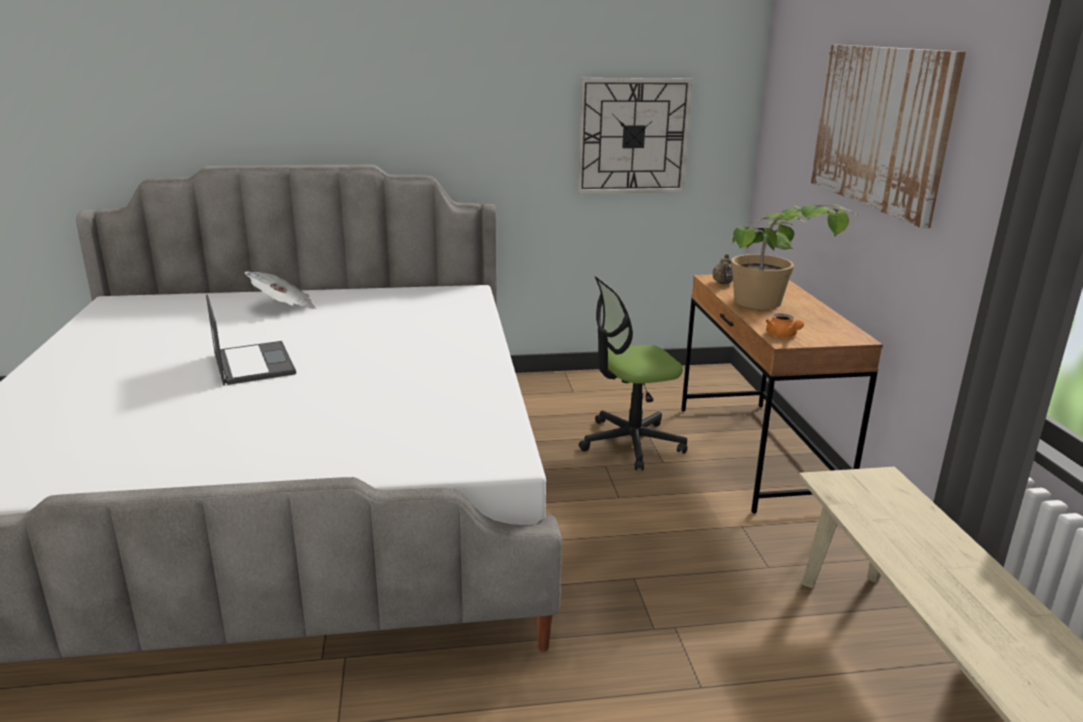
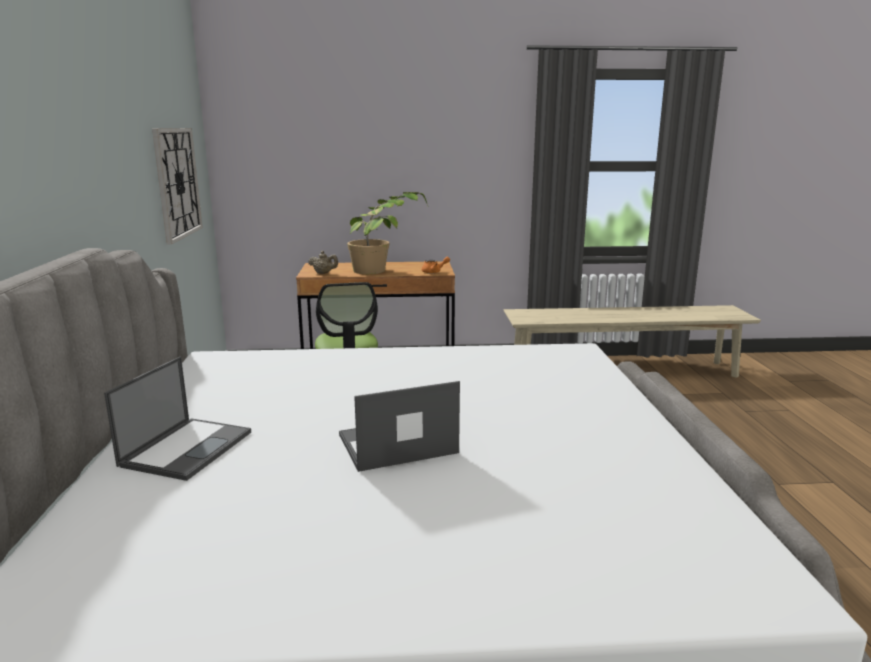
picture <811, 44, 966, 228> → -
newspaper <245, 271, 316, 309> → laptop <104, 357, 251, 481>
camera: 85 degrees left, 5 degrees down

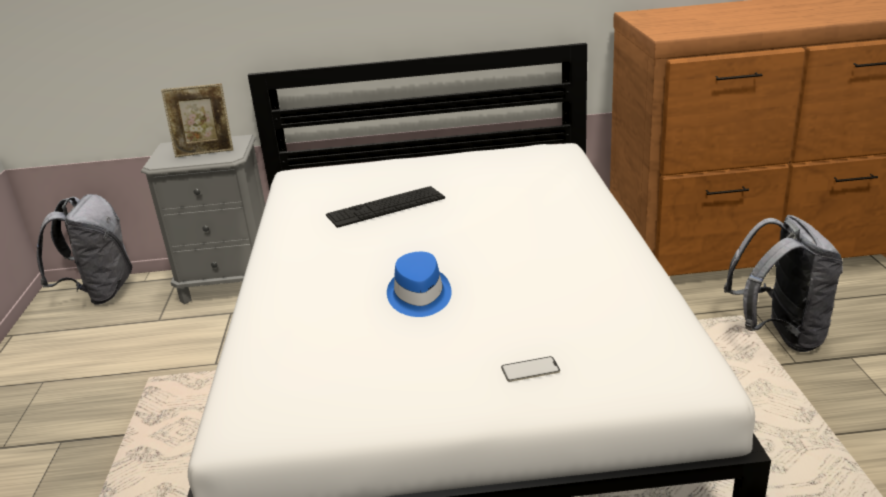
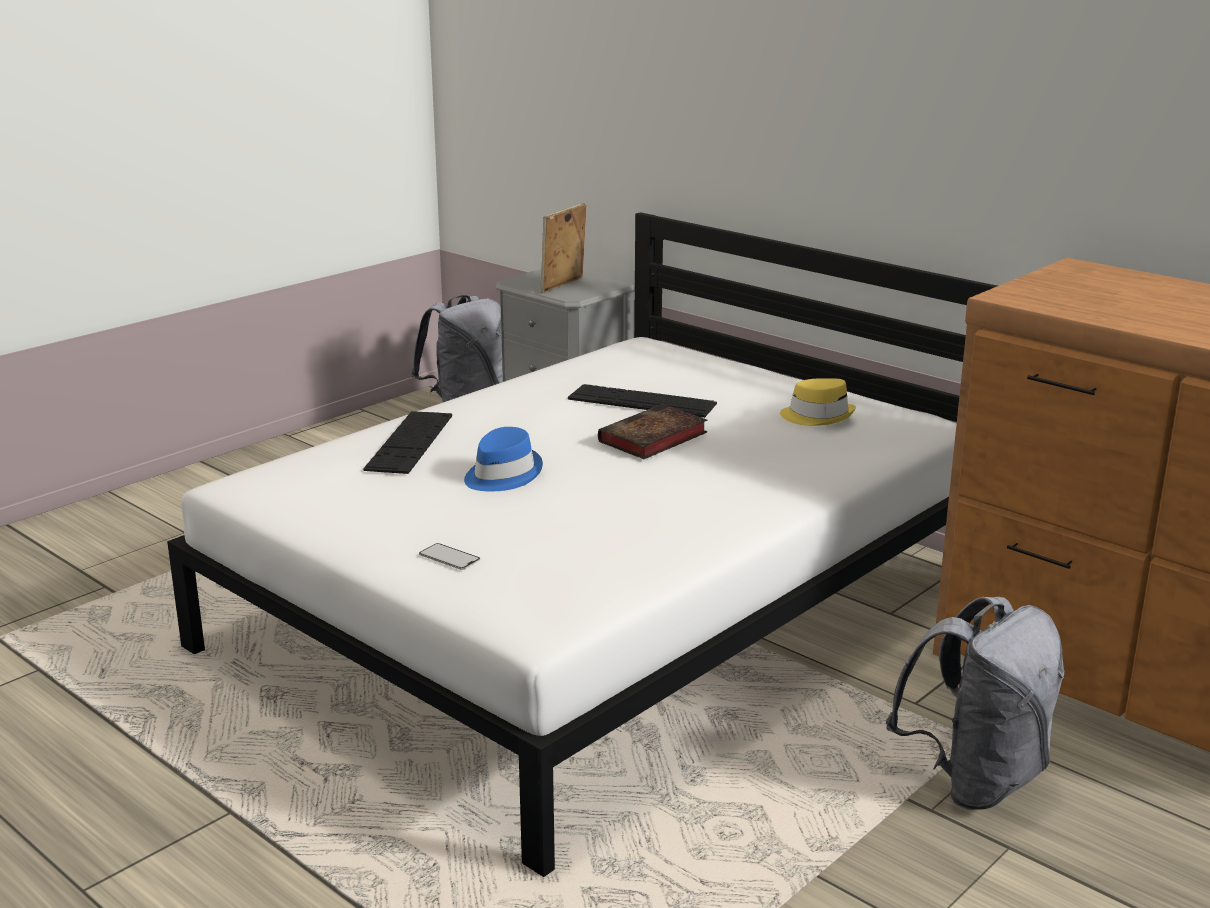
- → keyboard <363, 411, 452, 474>
- → book <598, 404, 707, 459>
- → yellow hat <780, 378, 856, 426>
picture frame <161, 84, 233, 158> → picture frame <540, 202, 587, 293>, 90 degrees clockwise
camera: 45 degrees right, 5 degrees down

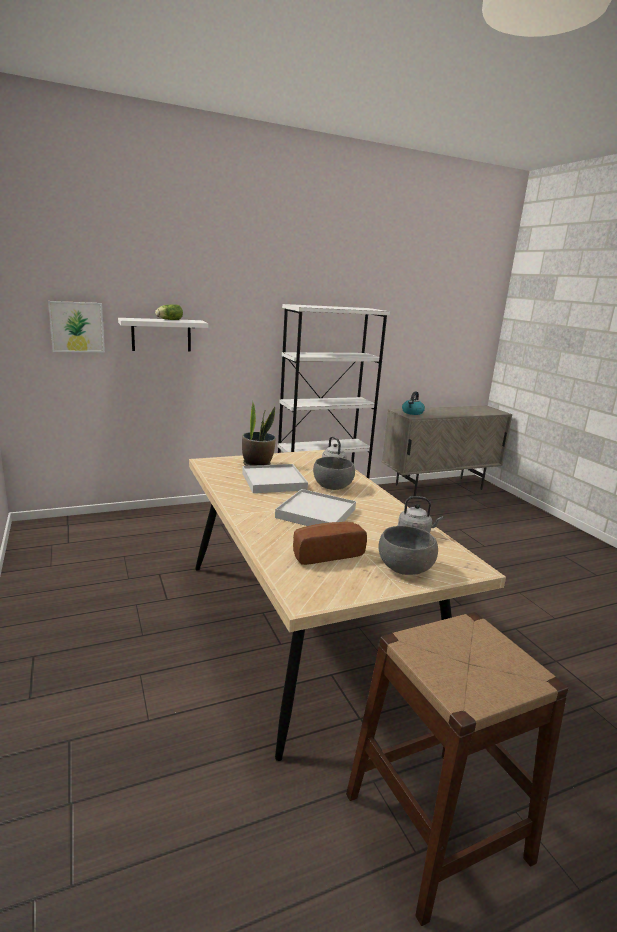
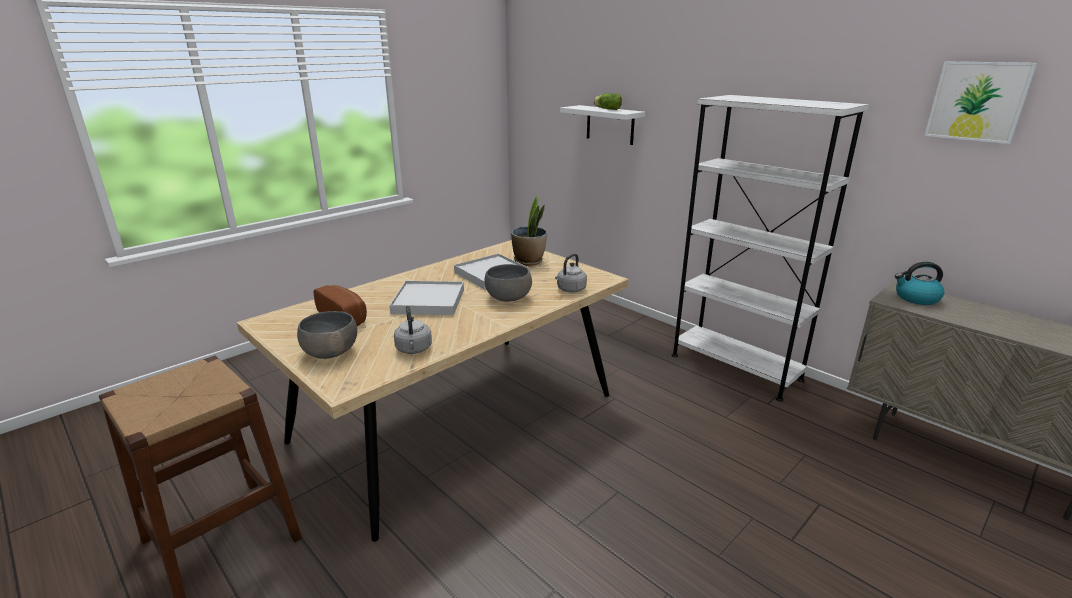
picture <48, 301, 105, 352> → picture <924, 61, 1037, 144>, move
camera: 70 degrees right, 5 degrees up

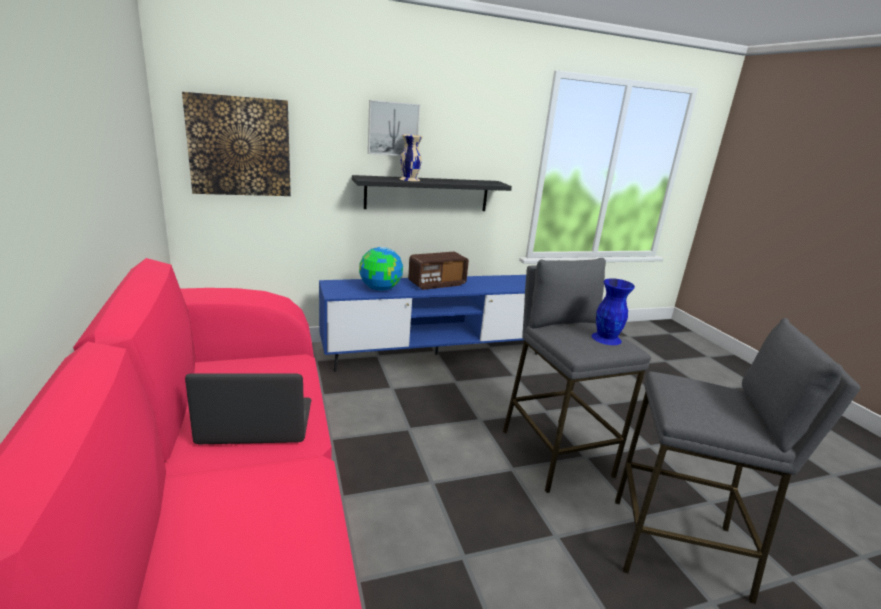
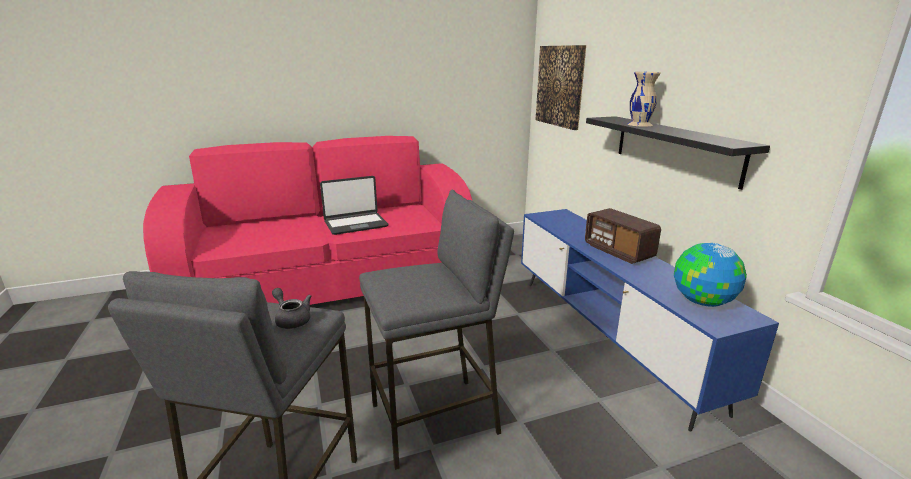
picture <368, 100, 420, 156> → -
blue vase <592, 278, 635, 345> → -
- → grey teapot <272, 288, 311, 329>
globe <359, 247, 403, 291> → globe <674, 243, 747, 307>, move
laptop <185, 373, 311, 444> → laptop <320, 176, 388, 235>, 75 degrees clockwise
camera: 90 degrees right, 0 degrees up

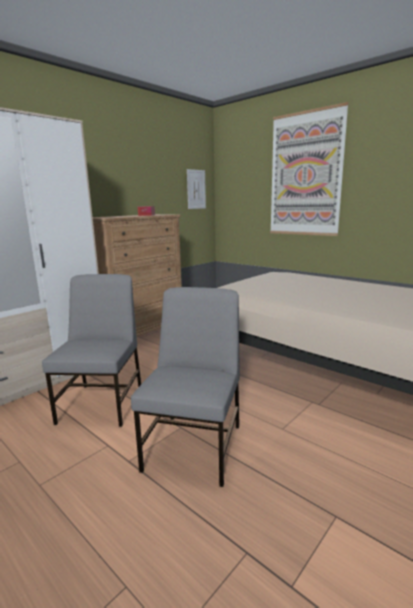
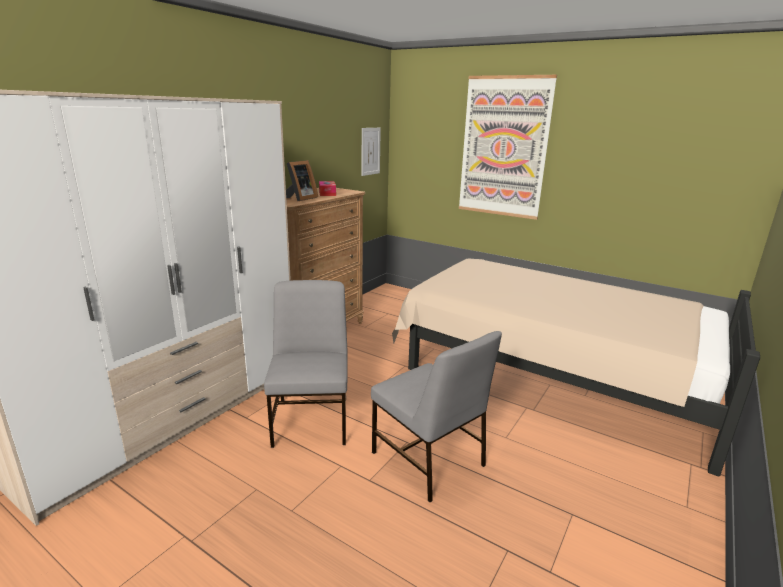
- → picture frame <286, 160, 318, 201>
grey chair <131, 287, 240, 487> → grey chair <371, 331, 502, 502>, 135 degrees clockwise
camera: 10 degrees left, 5 degrees up

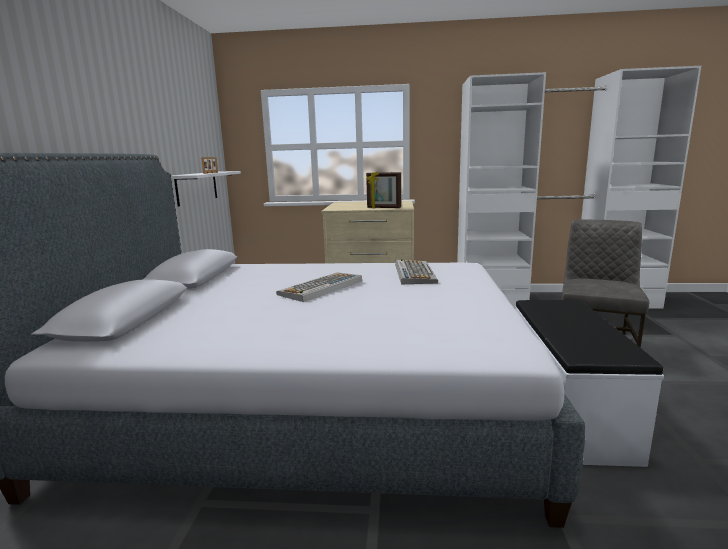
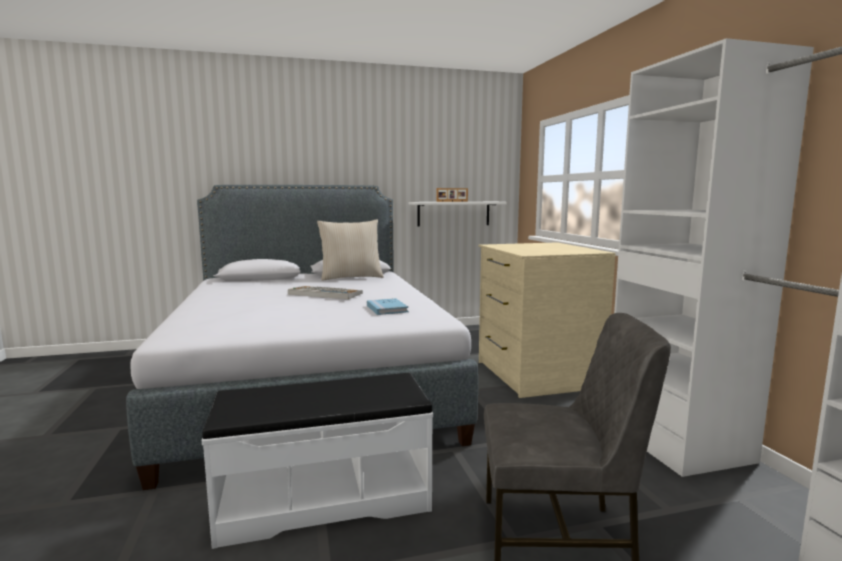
picture frame <366, 171, 401, 208> → -
- → beige pillow <317, 219, 384, 281>
keyboard <395, 260, 438, 284> → blue book <367, 298, 408, 315>
camera: 70 degrees right, 5 degrees down

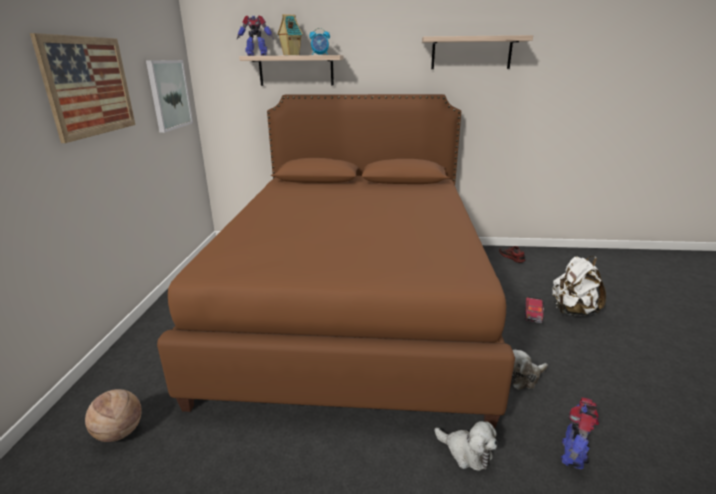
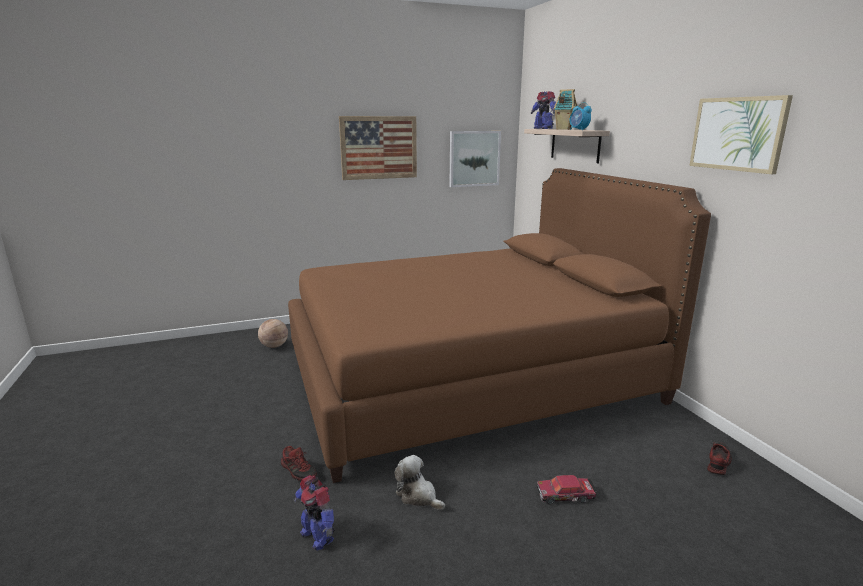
white backpack <552, 256, 606, 316> → -
shelf <422, 35, 533, 69> → picture <689, 95, 793, 174>
plush toy <435, 421, 497, 471> → shoe <281, 446, 317, 481>
toy robot <561, 397, 599, 469> → toy robot <294, 475, 335, 551>, 135 degrees counterclockwise
camera: 65 degrees right, 5 degrees down

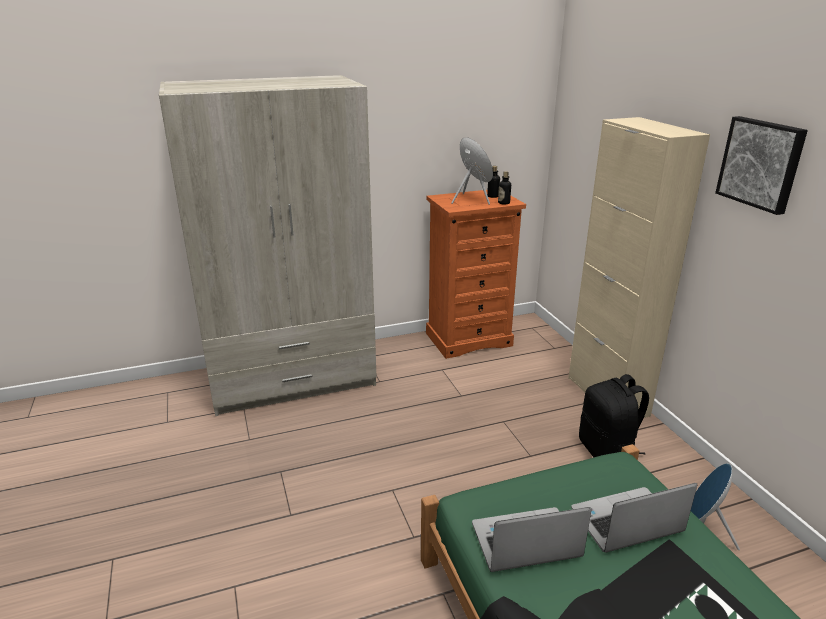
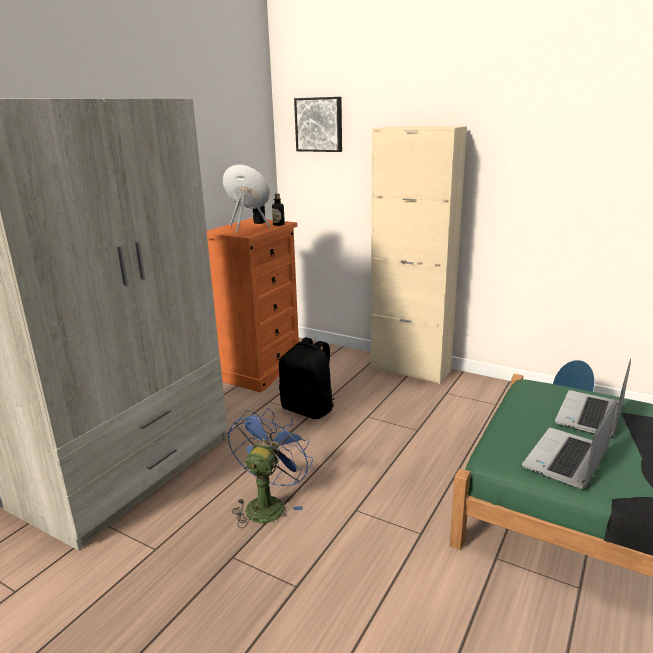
- → blue fan <228, 408, 313, 528>
black backpack <579, 374, 649, 457> → black backpack <279, 337, 335, 419>, move
picture <715, 116, 808, 215> → picture <294, 97, 342, 152>, move
camera: 40 degrees left, 5 degrees down

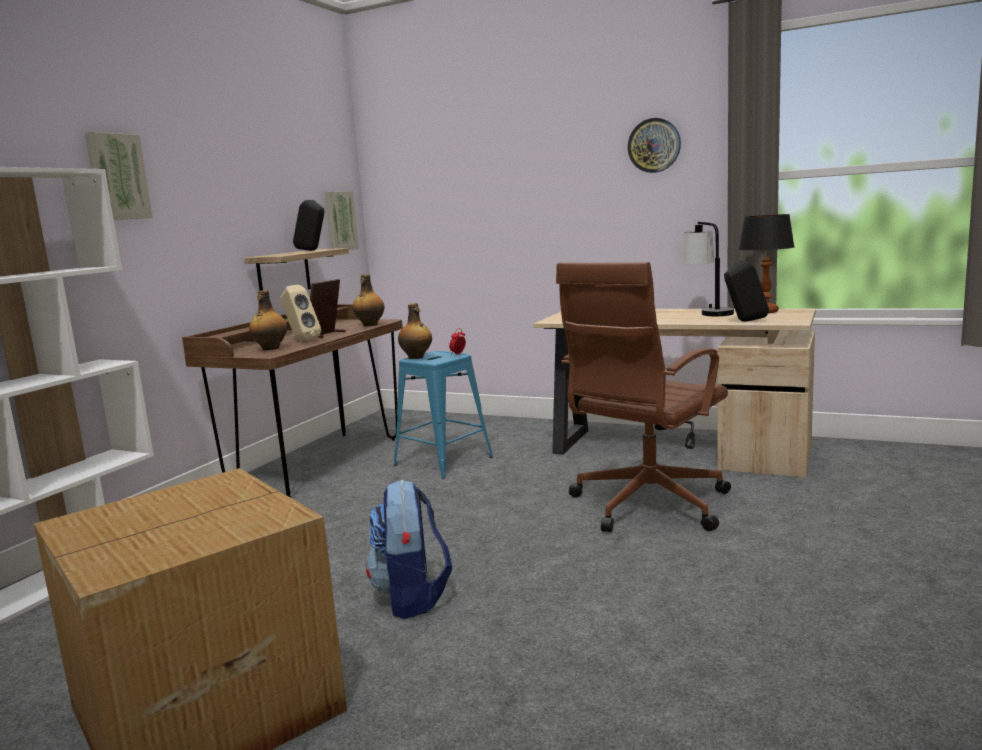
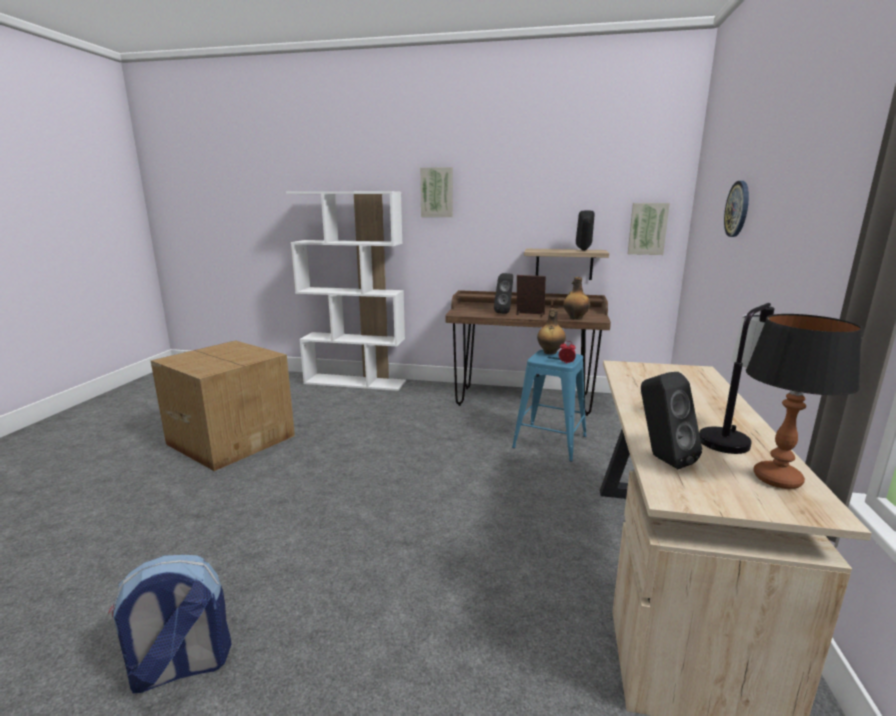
bottle <249, 290, 287, 350> → -
brown office chair <556, 262, 731, 532> → -
backpack <366, 479, 452, 619> → backpack <108, 555, 232, 693>, move
wall clock <628, 118, 681, 173> → wall clock <724, 181, 749, 237>, move
beige speaker <280, 285, 321, 341> → black speaker <494, 273, 513, 314>
camera: 75 degrees right, 5 degrees up

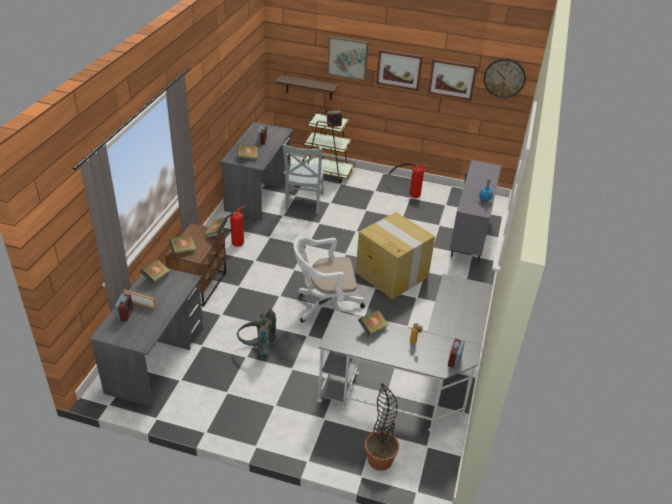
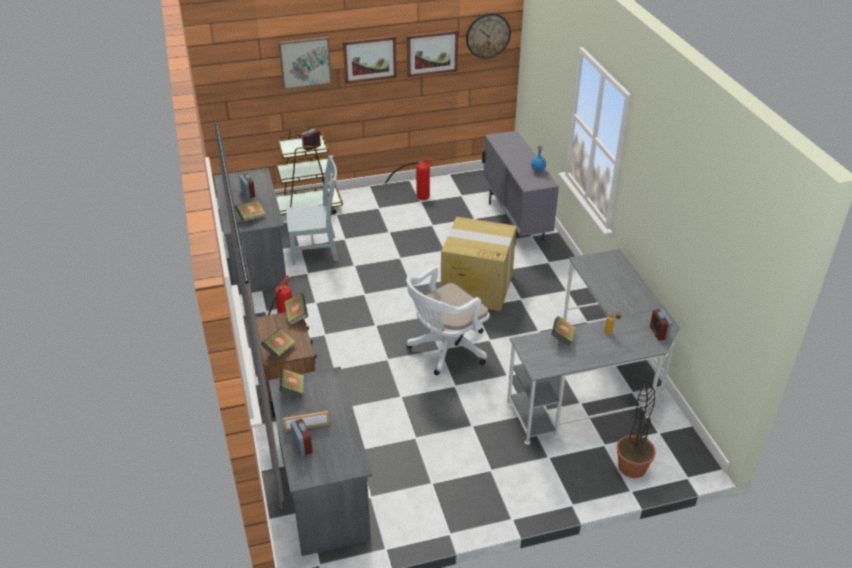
grey backpack <237, 309, 276, 360> → -
shelf <275, 75, 339, 100> → -
grey chair <283, 144, 325, 214> → grey chair <286, 155, 339, 265>, 75 degrees counterclockwise
camera: 30 degrees left, 0 degrees up

